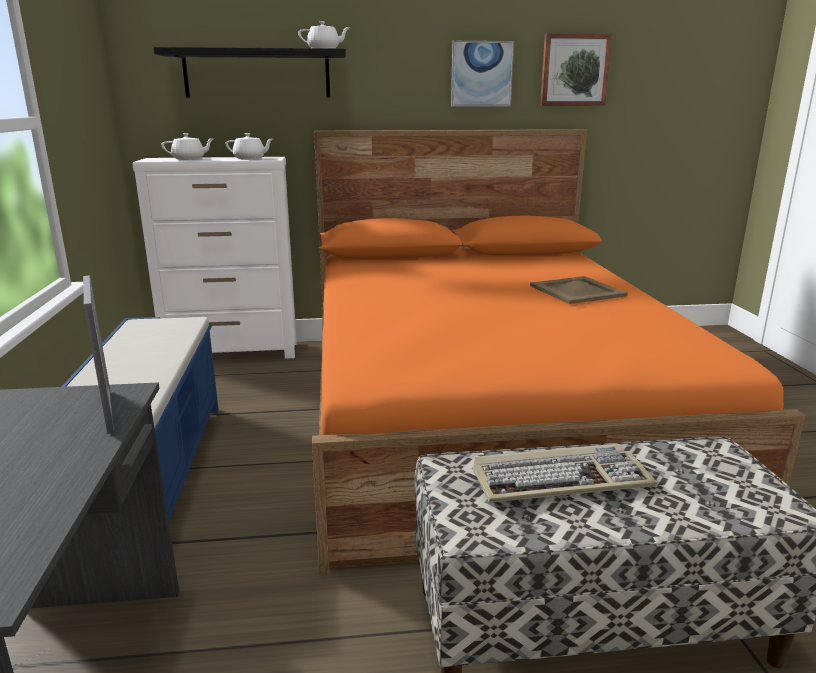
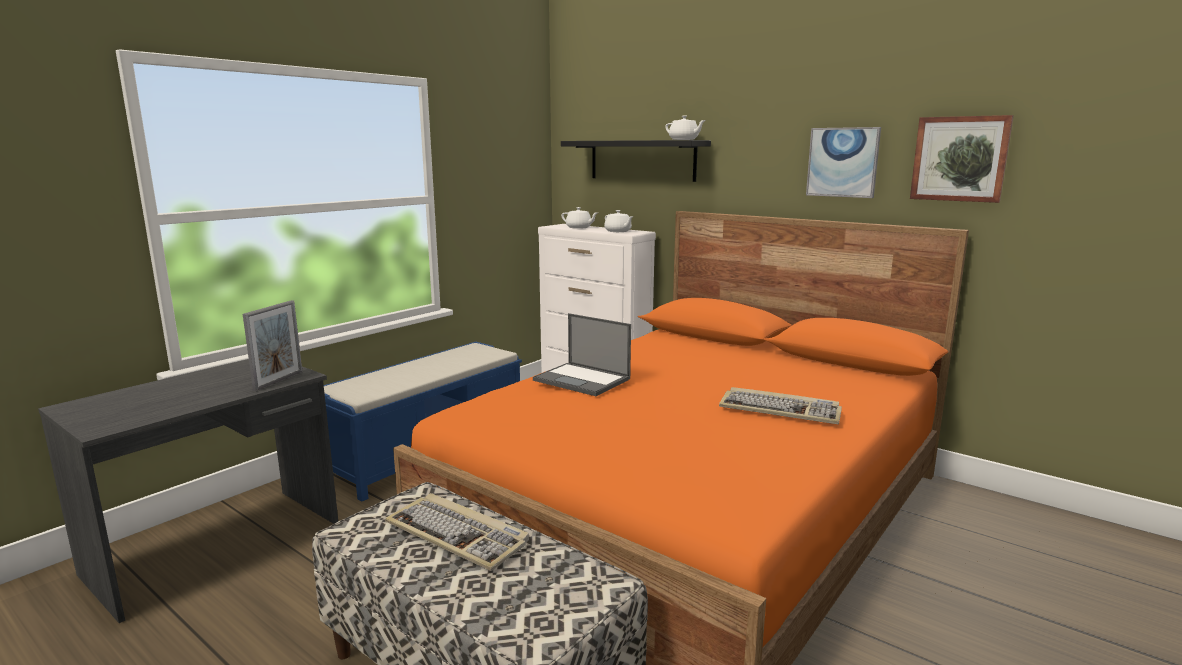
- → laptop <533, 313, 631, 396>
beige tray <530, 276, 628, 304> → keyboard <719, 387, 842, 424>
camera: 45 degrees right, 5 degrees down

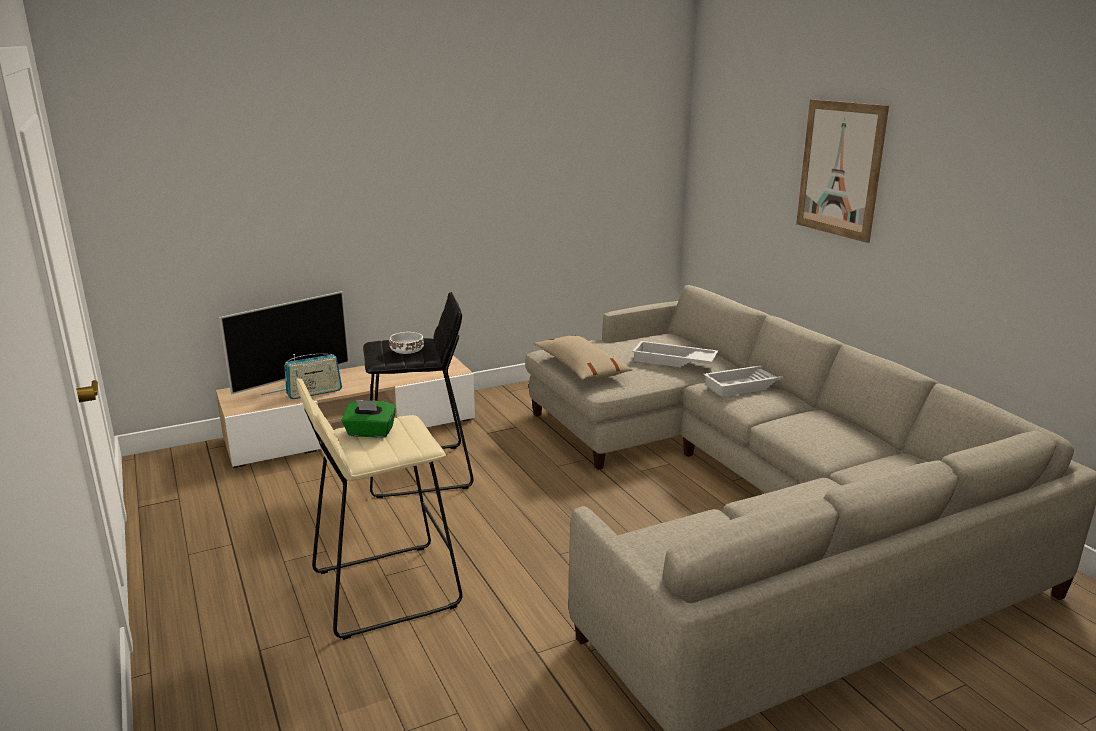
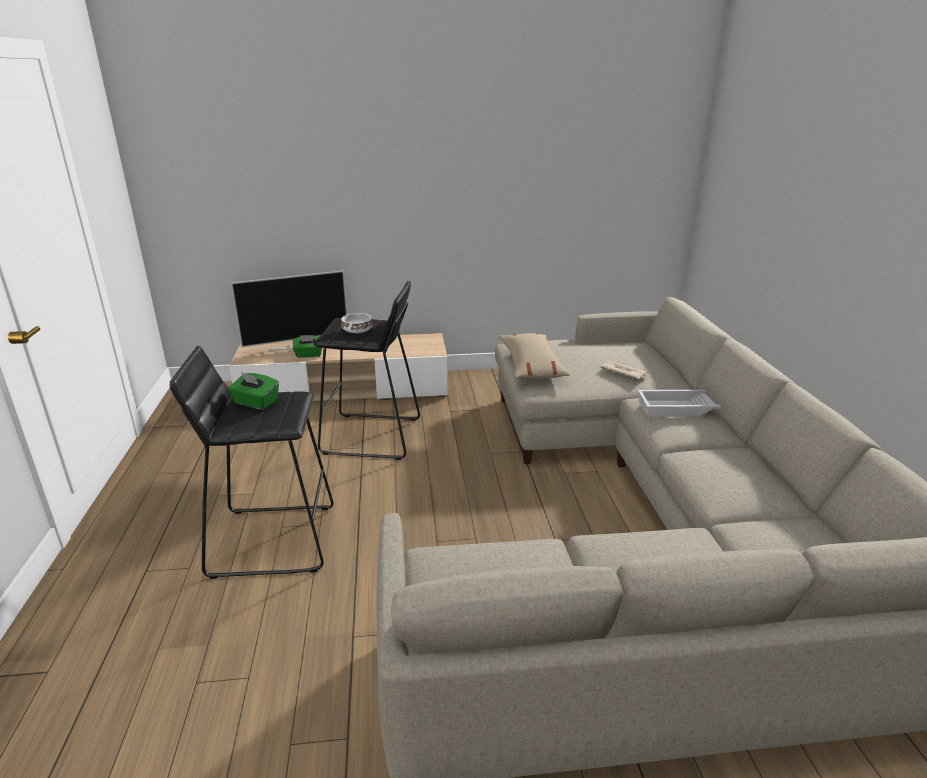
picture <796, 99, 889, 243> → -
radio <285, 354, 342, 399> → green tissue box <293, 335, 322, 358>
white tray <632, 341, 718, 367> → newspaper <600, 361, 648, 379>
beige stool <296, 378, 463, 640> → black stool <170, 346, 334, 579>
camera: 20 degrees right, 5 degrees up

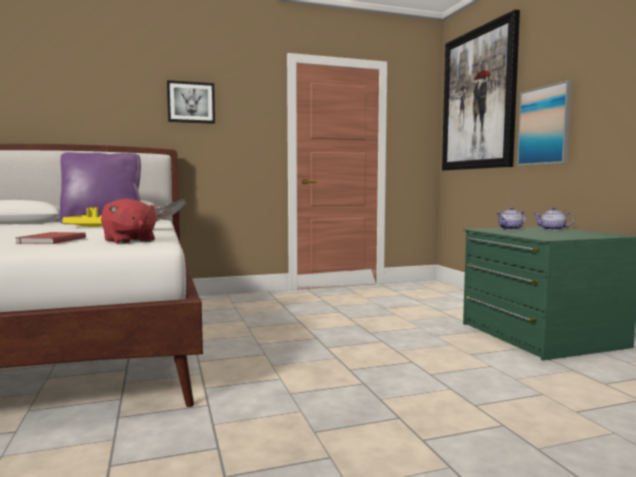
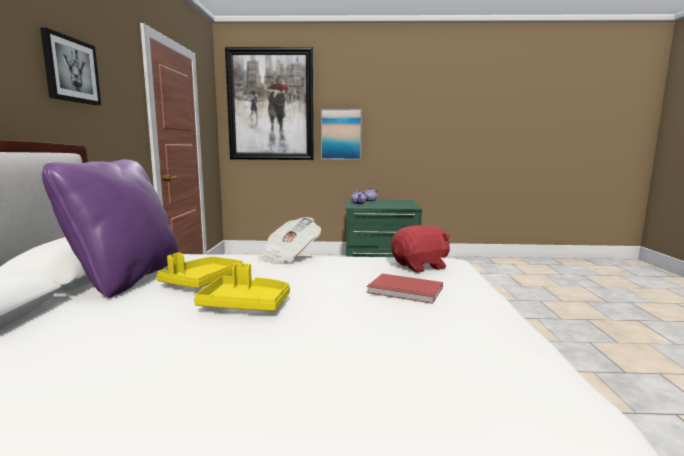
- → yellow tray <194, 263, 290, 311>
camera: 70 degrees left, 5 degrees up

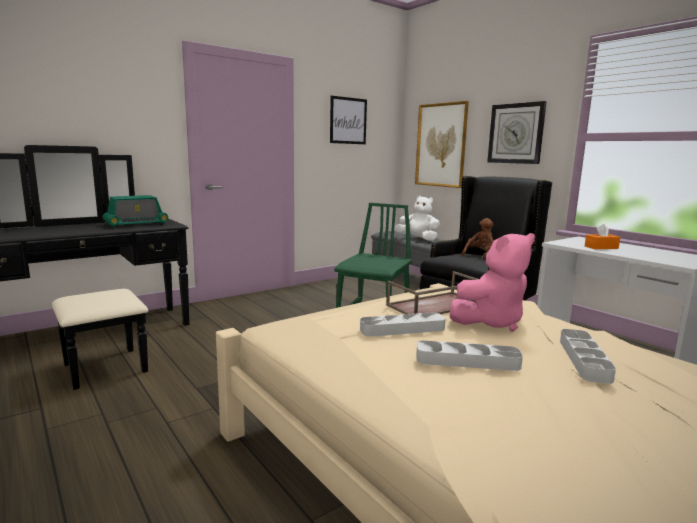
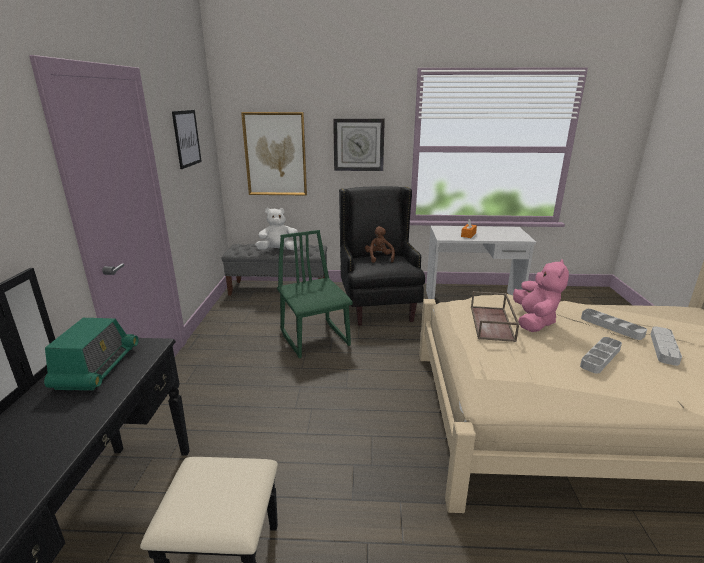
grey tray <360, 313, 445, 337> → grey tray <650, 326, 682, 366>, move
camera: 50 degrees left, 10 degrees up

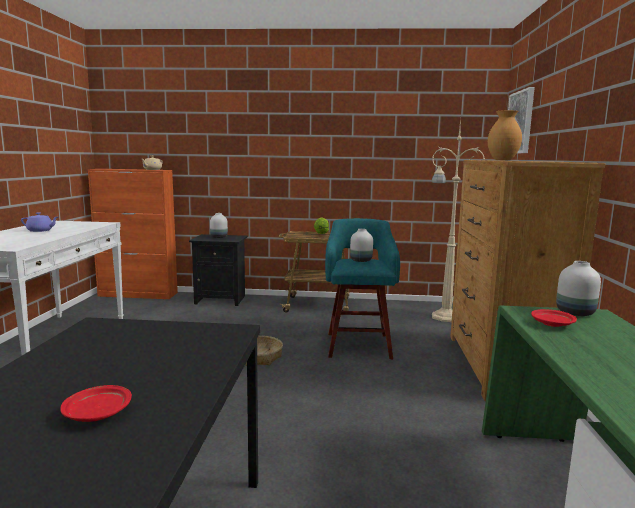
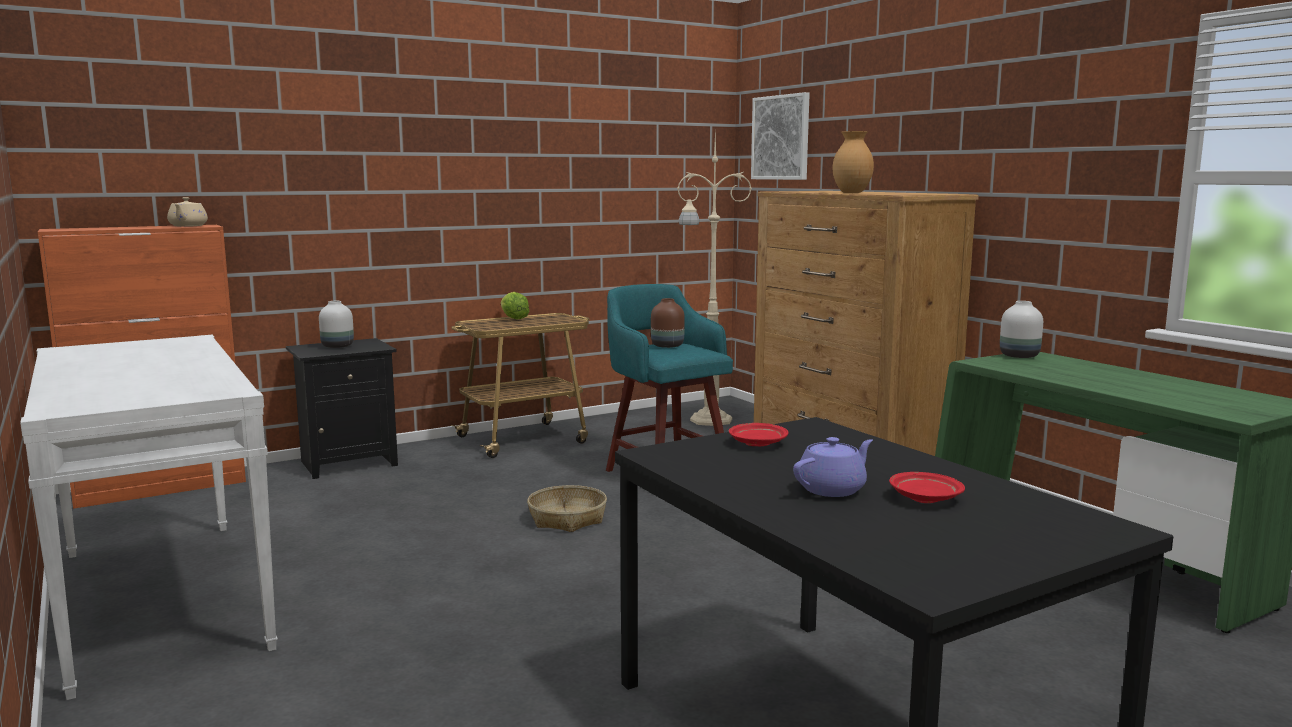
purple teapot <21, 212, 58, 232> → purple teapot <793, 437, 873, 497>, move
red plate <531, 309, 577, 327> → red plate <729, 423, 788, 446>, move
white vase <350, 229, 373, 262> → brown vase <651, 298, 685, 348>
camera: 35 degrees left, 0 degrees up

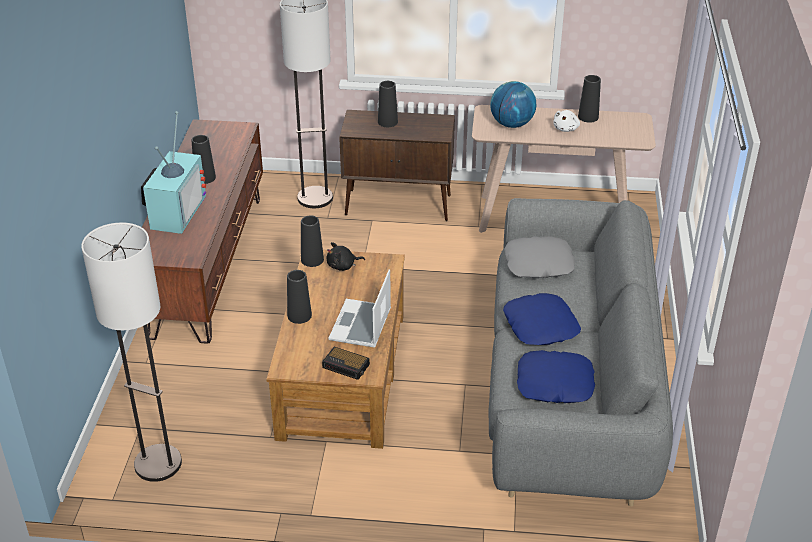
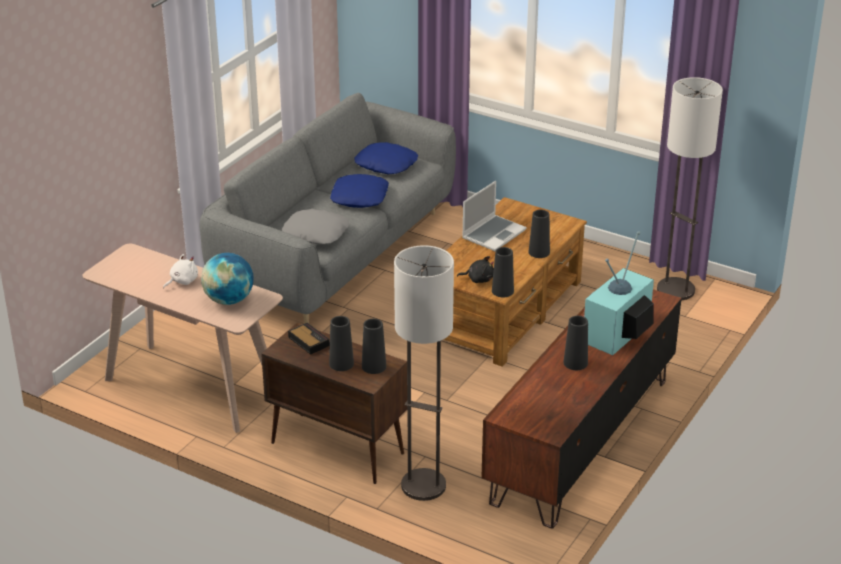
alarm clock <322, 347, 370, 380> → alarm clock <288, 323, 330, 355>, move
black vase <578, 75, 601, 123> → black vase <362, 319, 386, 374>, move
camera: 155 degrees left, 5 degrees down

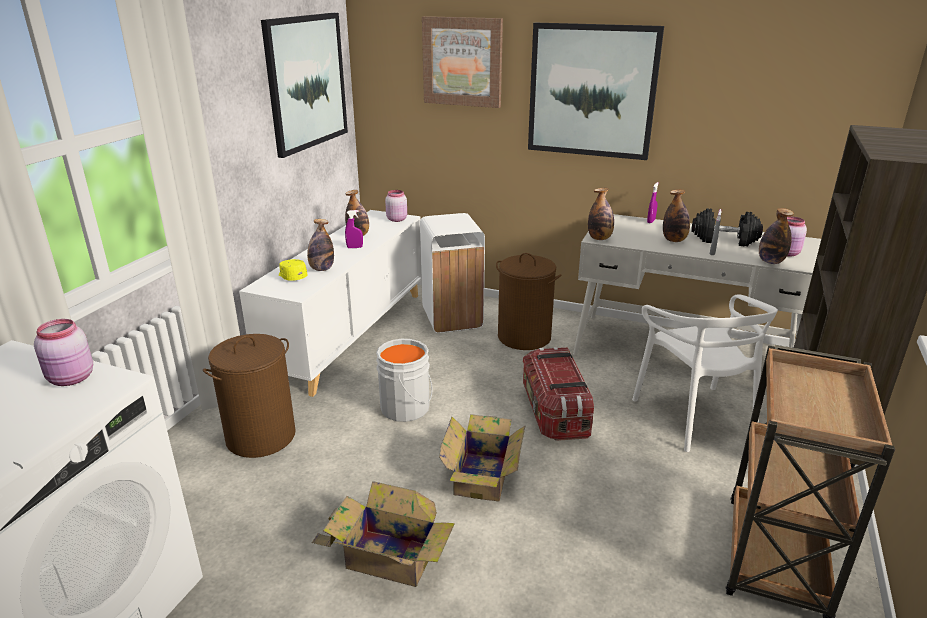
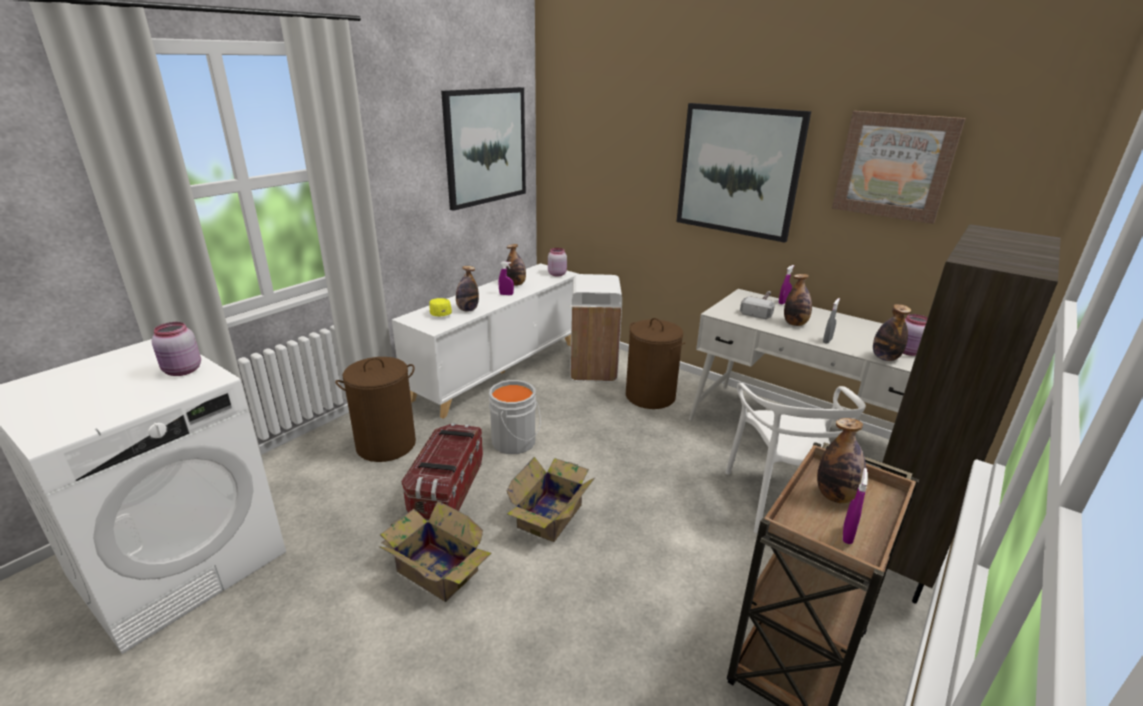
black dumbbell <691, 208, 763, 246> → -
- → hammer <740, 291, 775, 319>
- → purple spray bottle <843, 468, 868, 544>
picture <422, 16, 503, 108> → picture <832, 111, 965, 224>, move
storage box <523, 347, 594, 441> → storage box <401, 423, 483, 520>, move
bottle <588, 188, 614, 240> → bottle <817, 418, 866, 503>, move
camera: 15 degrees right, 0 degrees up

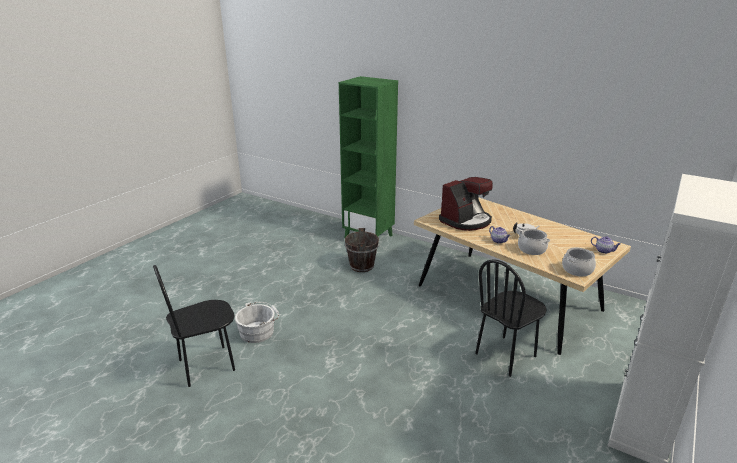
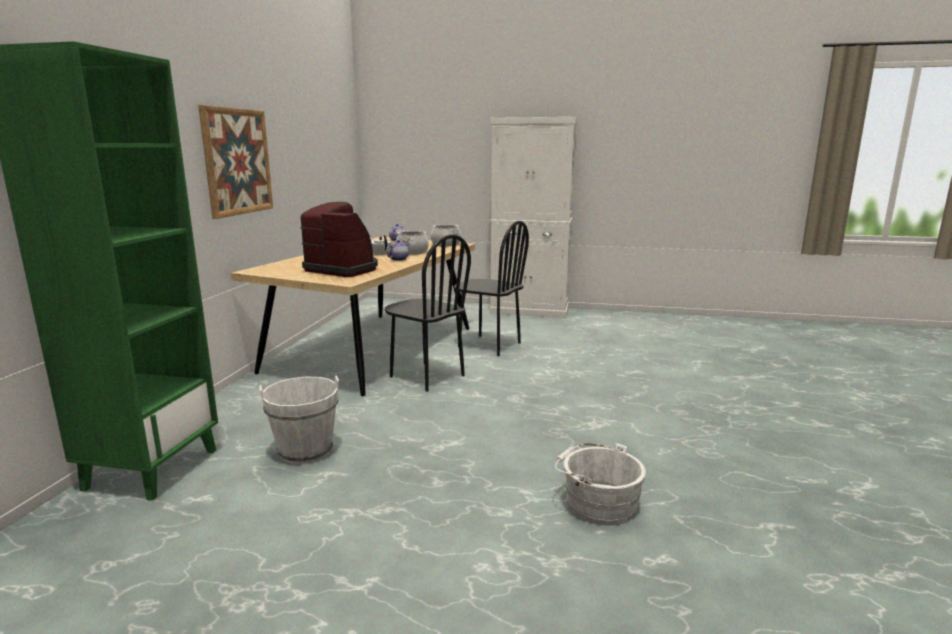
- → picture <198, 105, 273, 219>
black chair <153, 265, 235, 387> → black chair <385, 234, 471, 392>, move
brown bucket <345, 228, 379, 272> → white bucket <259, 375, 339, 464>
camera: 110 degrees left, 10 degrees down

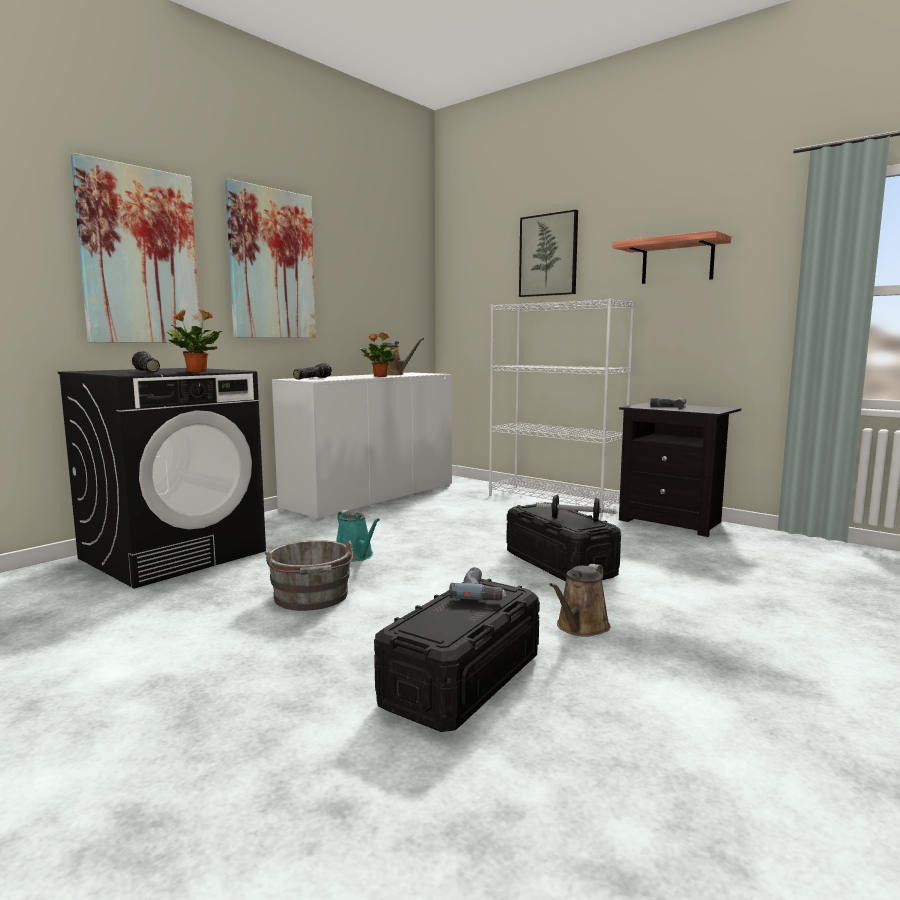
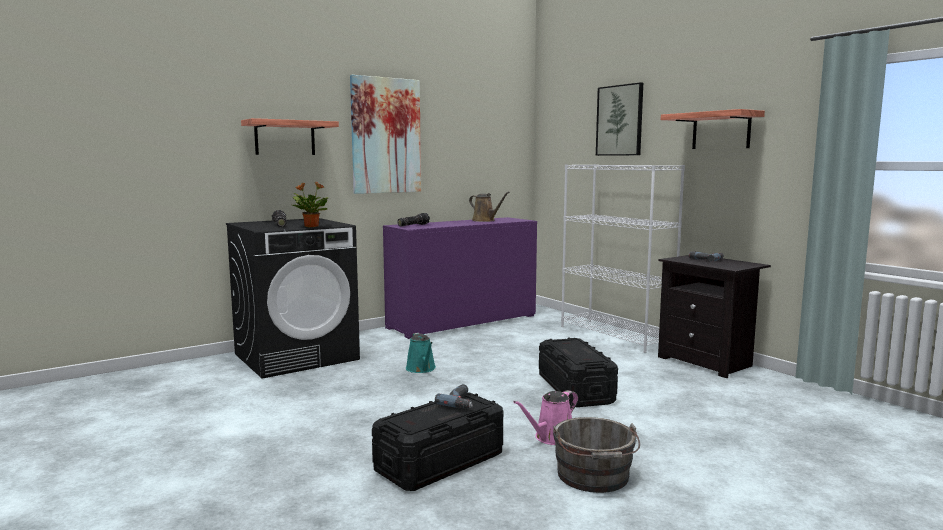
potted plant <359, 332, 399, 377> → -
dumbbell <536, 495, 616, 522> → -
grey bucket <264, 540, 353, 611> → grey bucket <553, 417, 640, 493>, move
picture <71, 153, 200, 343> → shelf <241, 118, 339, 155>
white cabinet <272, 373, 452, 521> → purple cabinet <383, 217, 537, 339>
brown watering can <549, 564, 610, 637> → pink watering can <513, 390, 578, 445>
camera: 15 degrees right, 0 degrees up

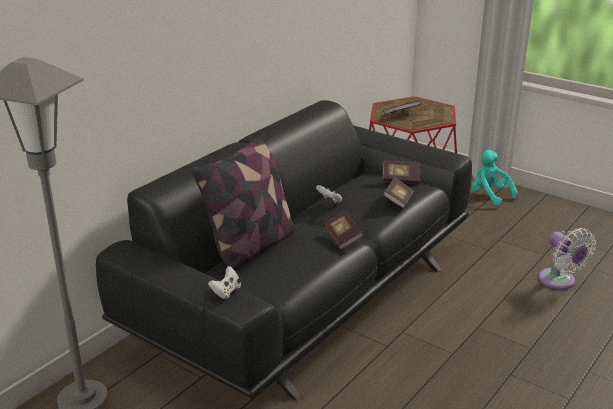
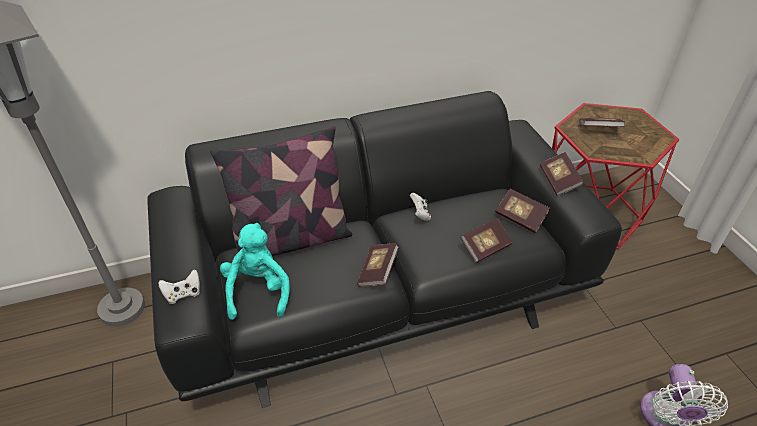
- → book <540, 152, 584, 196>
turquoise plush toy <471, 150, 518, 206> → turquoise plush toy <220, 223, 290, 320>, move
camera: 35 degrees right, 15 degrees up

